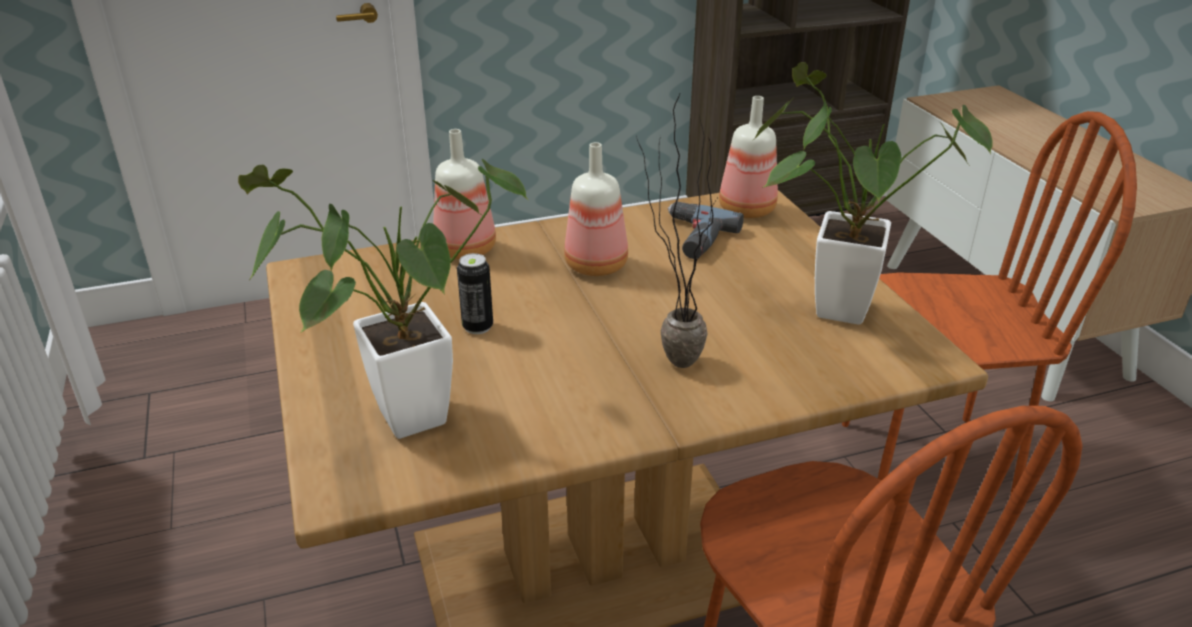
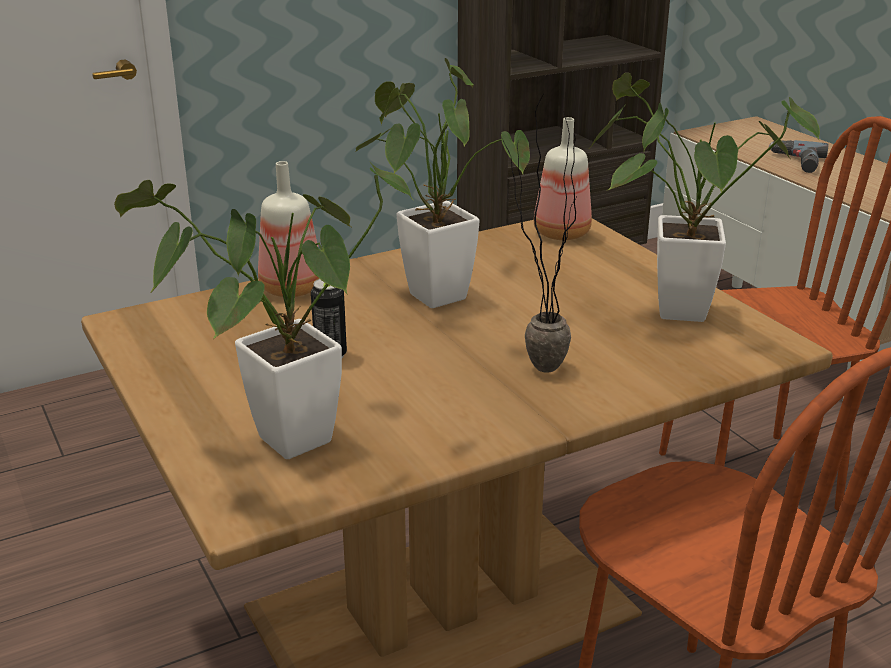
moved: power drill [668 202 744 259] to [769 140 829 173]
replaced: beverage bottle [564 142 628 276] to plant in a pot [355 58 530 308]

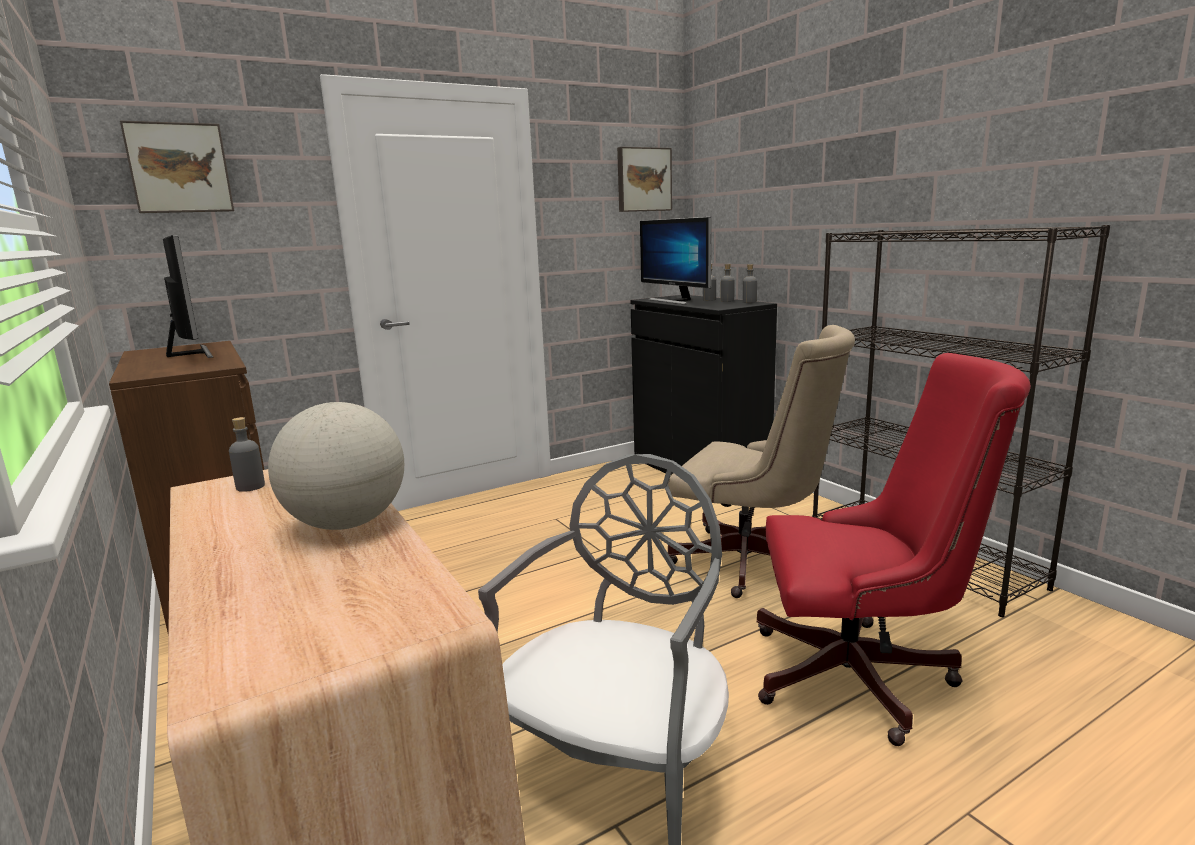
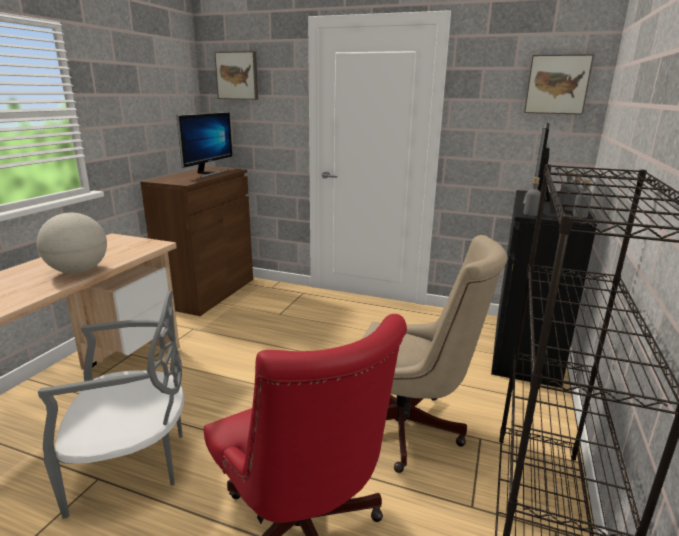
moved: beverage bottle (grey) [229 417 265 492] to [523 177 541 216]
turned: desk chair (sand-coloured) [668 325 855 598] = [362 235 508 473] 60 degrees counterclockwise

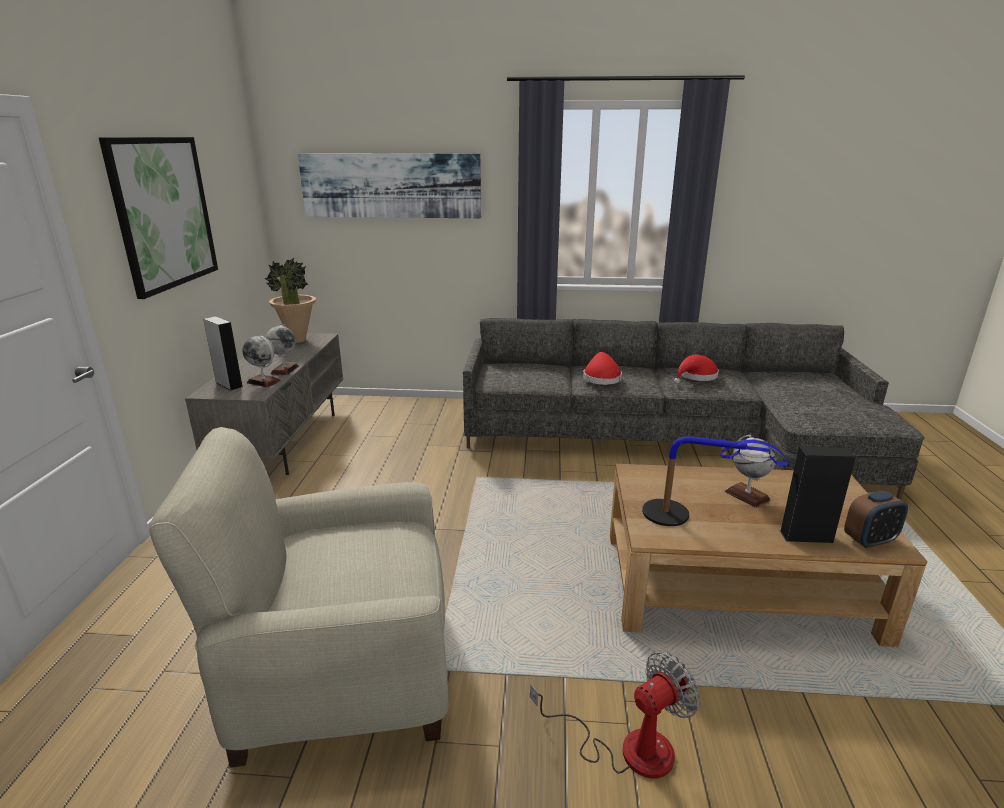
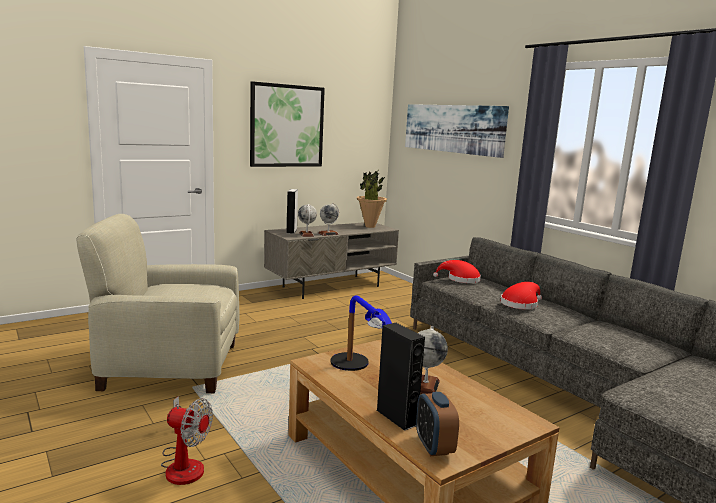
moved: hat (reddish) [674 355 719 384] to [433 260 481 283]
turned: lounge chair (sand-coloured) [149 427 448 768] = [76 214 239 393] 45 degrees counterclockwise; alarm clock [844 491 908 549] = [416 392 459 456] 45 degrees clockwise

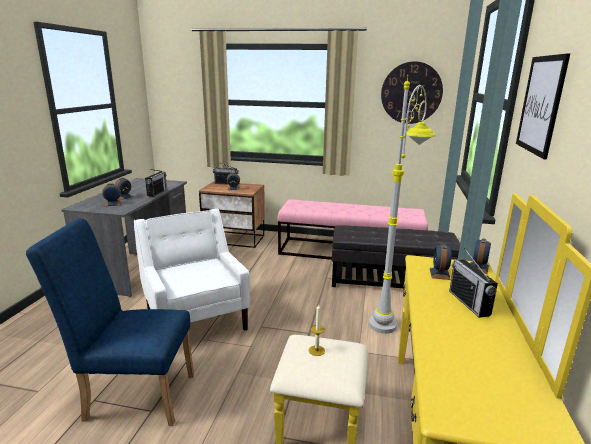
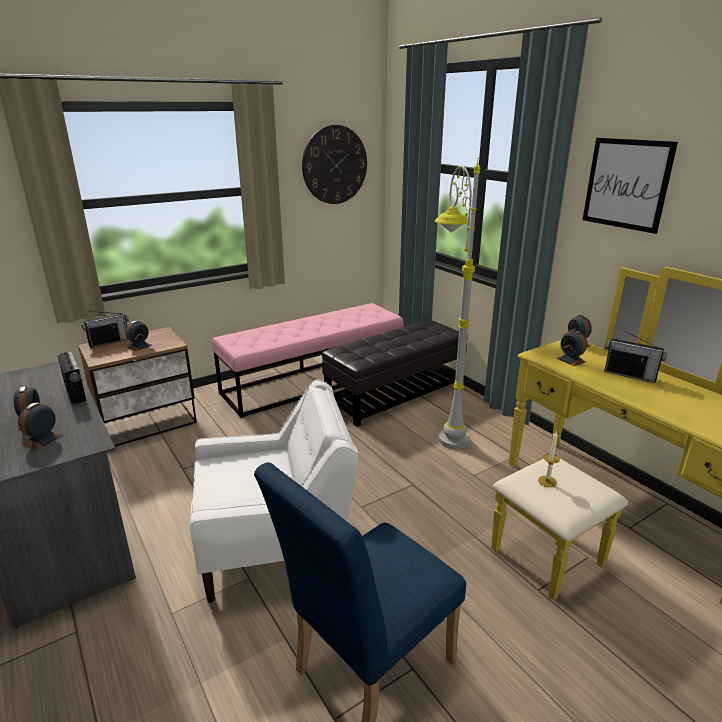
turned: lounge chair (whitish) [134 208 250 331] = [190 380 358 603] 150 degrees clockwise

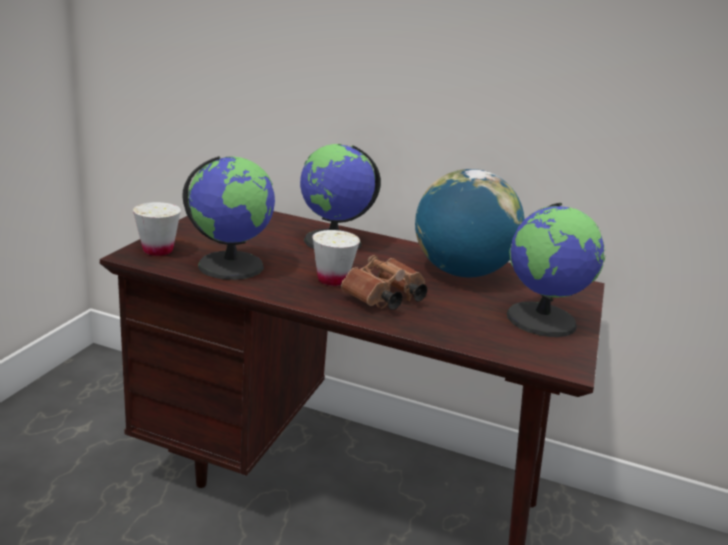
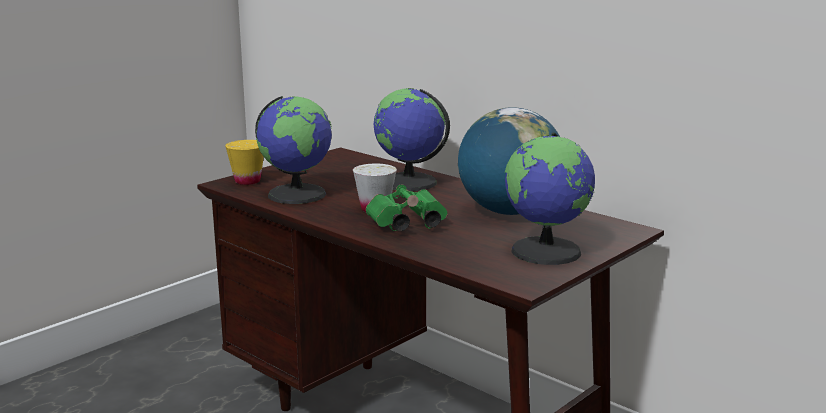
recoloured: small cup (whitish) [133 202 181 256] to small cup (yellowish) [225 140 264 185]; binoculars (brownish) [341 255 427 310] to binoculars (green) [366 184 448 231]

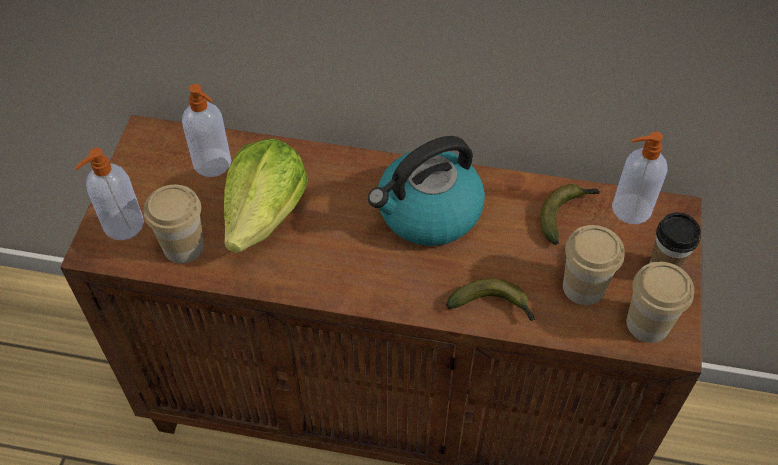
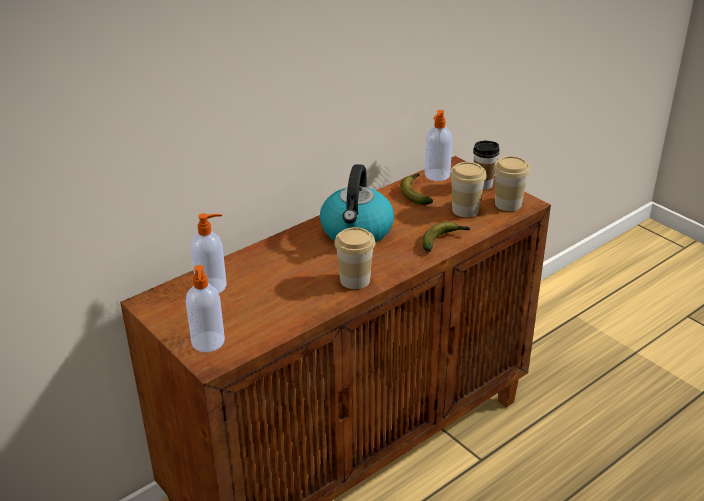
removed: head of lettuce [224 139 308 253]
moved: small cup [144 185 204 264] to [334 227 375 289]

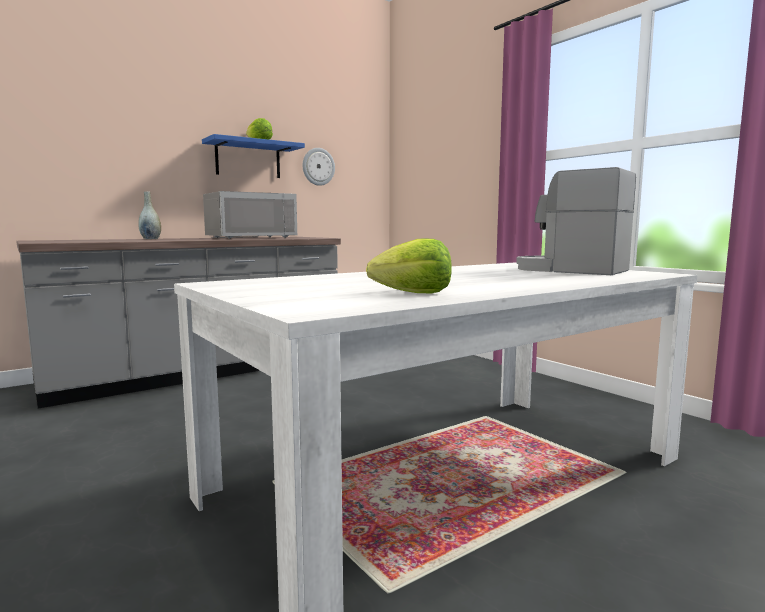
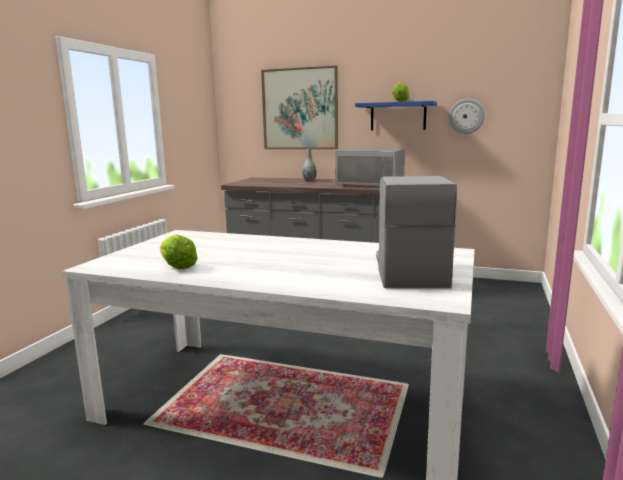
added: wall picture [261 66 338 149]

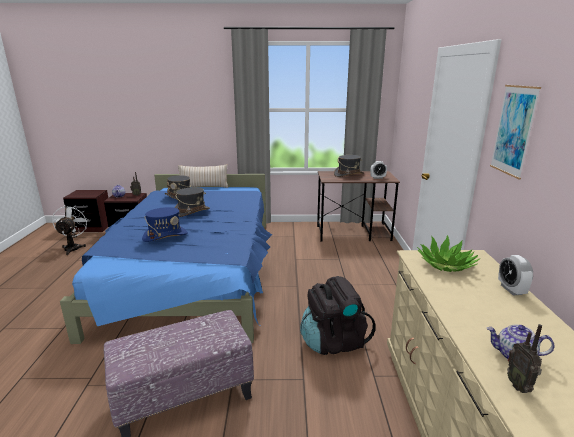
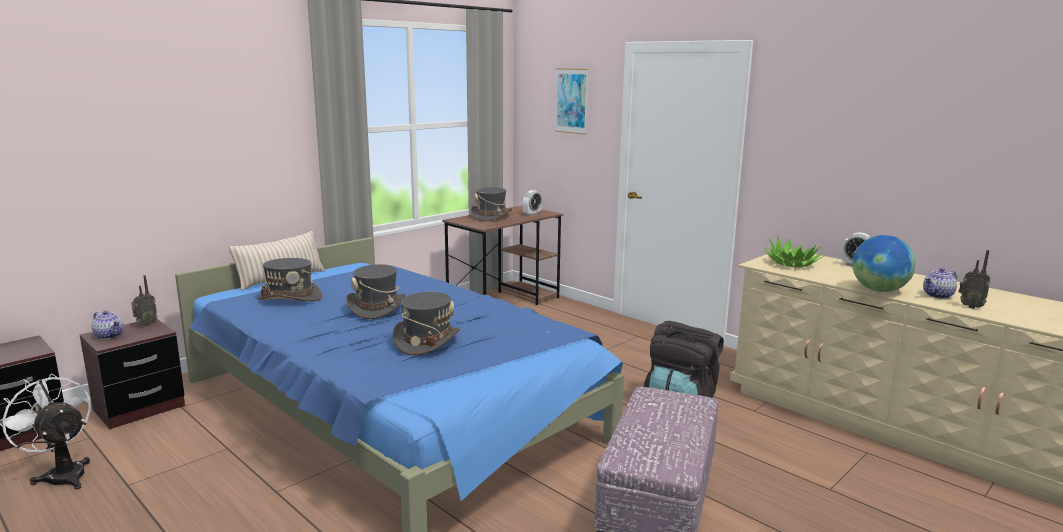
added: desk globe [852 235 916 292]
moved: wall picture [490 85 541 179] to [555 68 589 135]
recoloured: hat (bluish) [142 207 188 242] to hat (grey) [393 292 461 355]

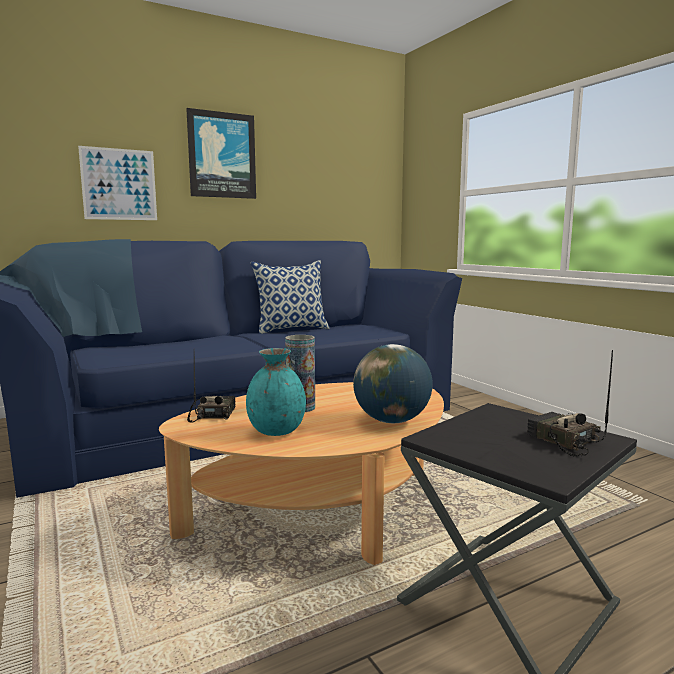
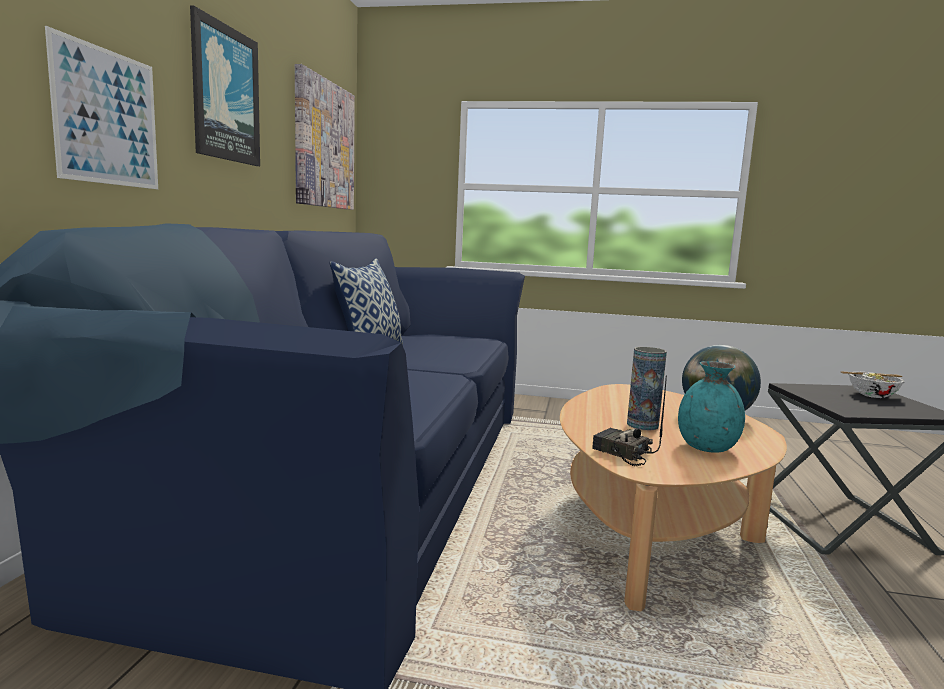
added: wall picture [295 64 355 210]
replaced: radio [527 350 613 457] to serving bowl [841 371 905 398]

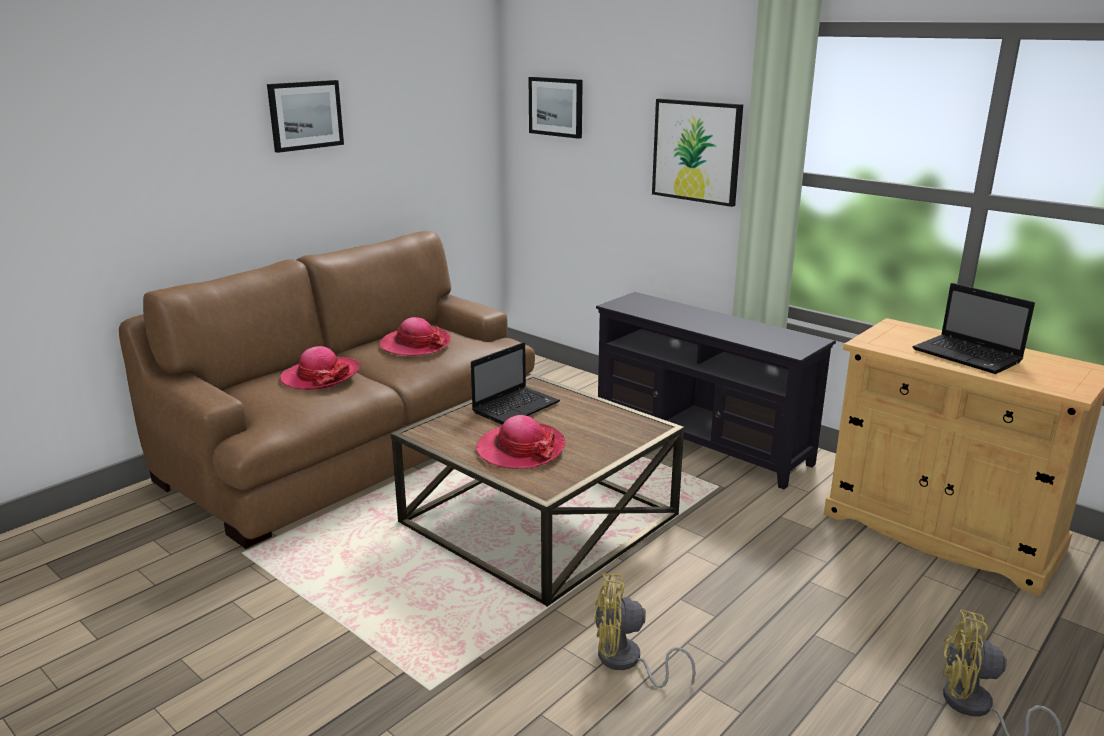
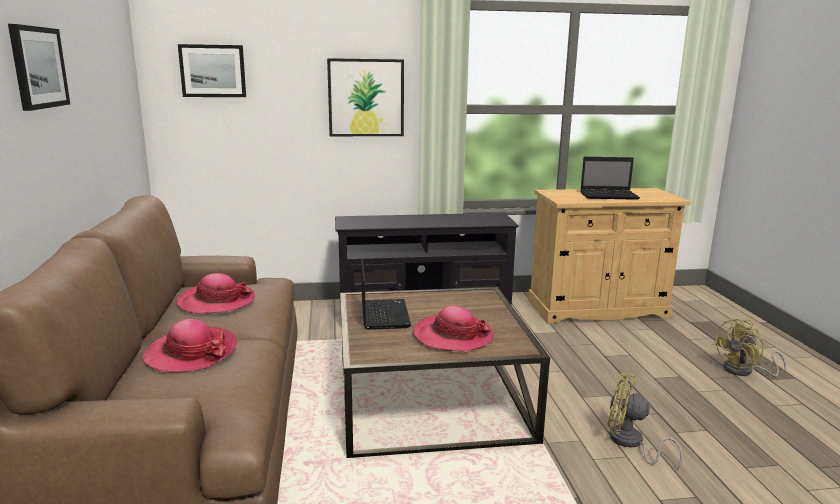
turned: cooling fan (yellowish) [594 573 696 688] = [608 373 683 469] 75 degrees clockwise

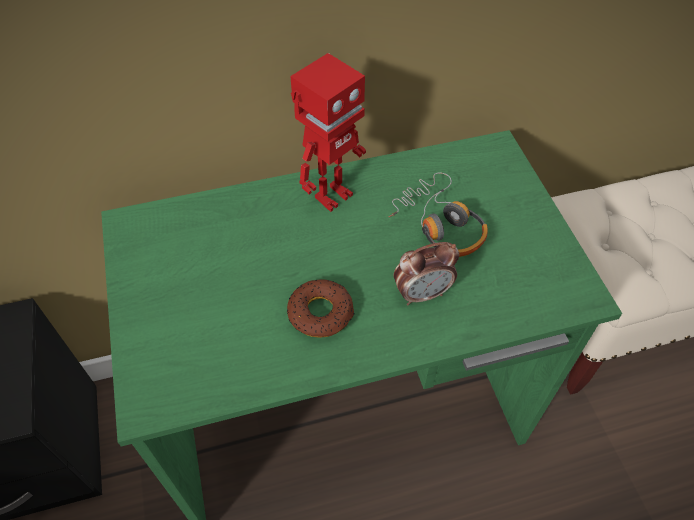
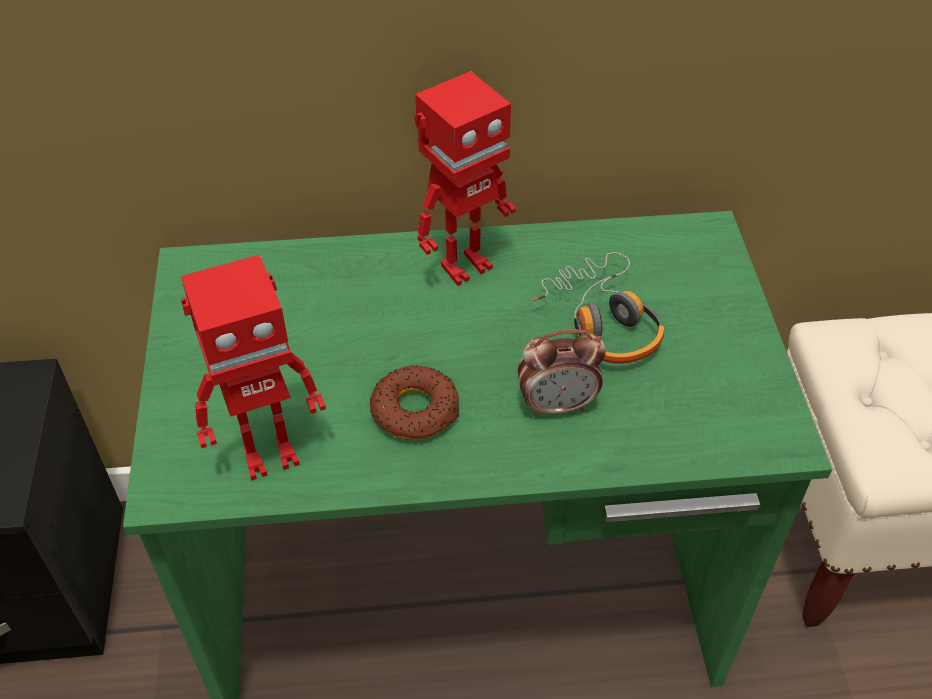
added: toy robot [181 255 326 481]

